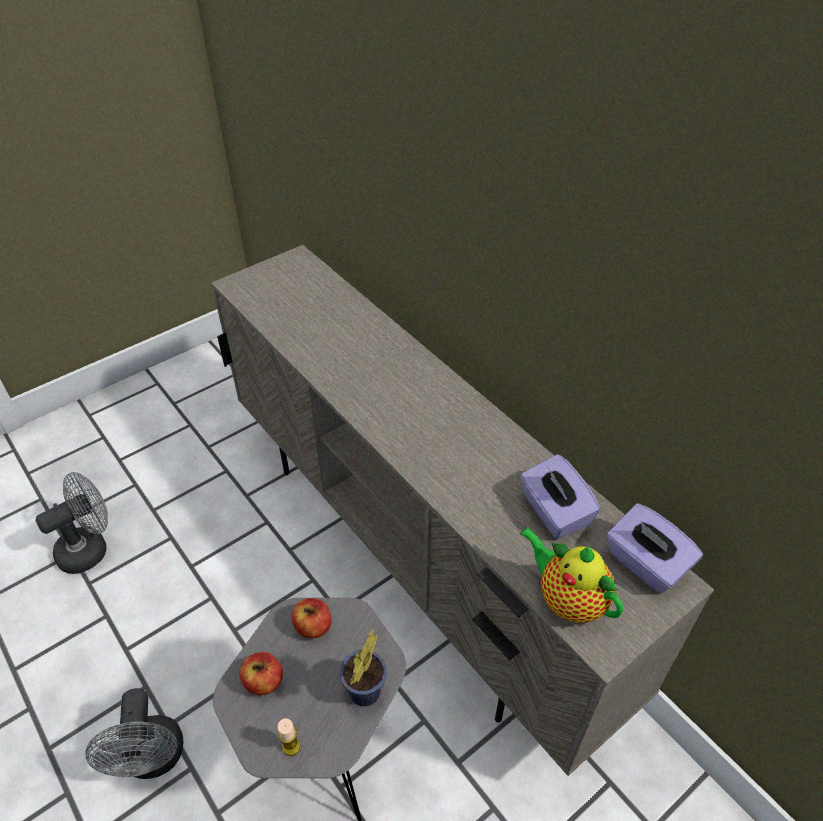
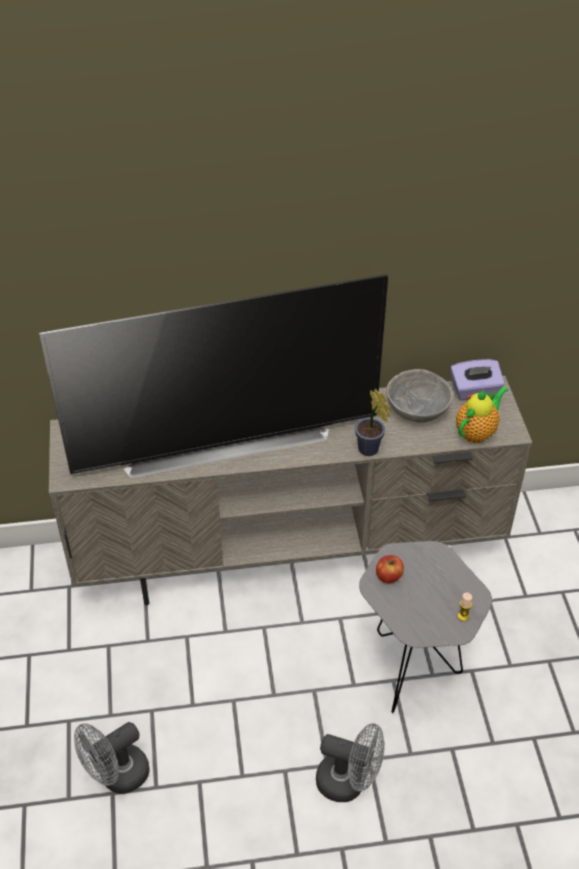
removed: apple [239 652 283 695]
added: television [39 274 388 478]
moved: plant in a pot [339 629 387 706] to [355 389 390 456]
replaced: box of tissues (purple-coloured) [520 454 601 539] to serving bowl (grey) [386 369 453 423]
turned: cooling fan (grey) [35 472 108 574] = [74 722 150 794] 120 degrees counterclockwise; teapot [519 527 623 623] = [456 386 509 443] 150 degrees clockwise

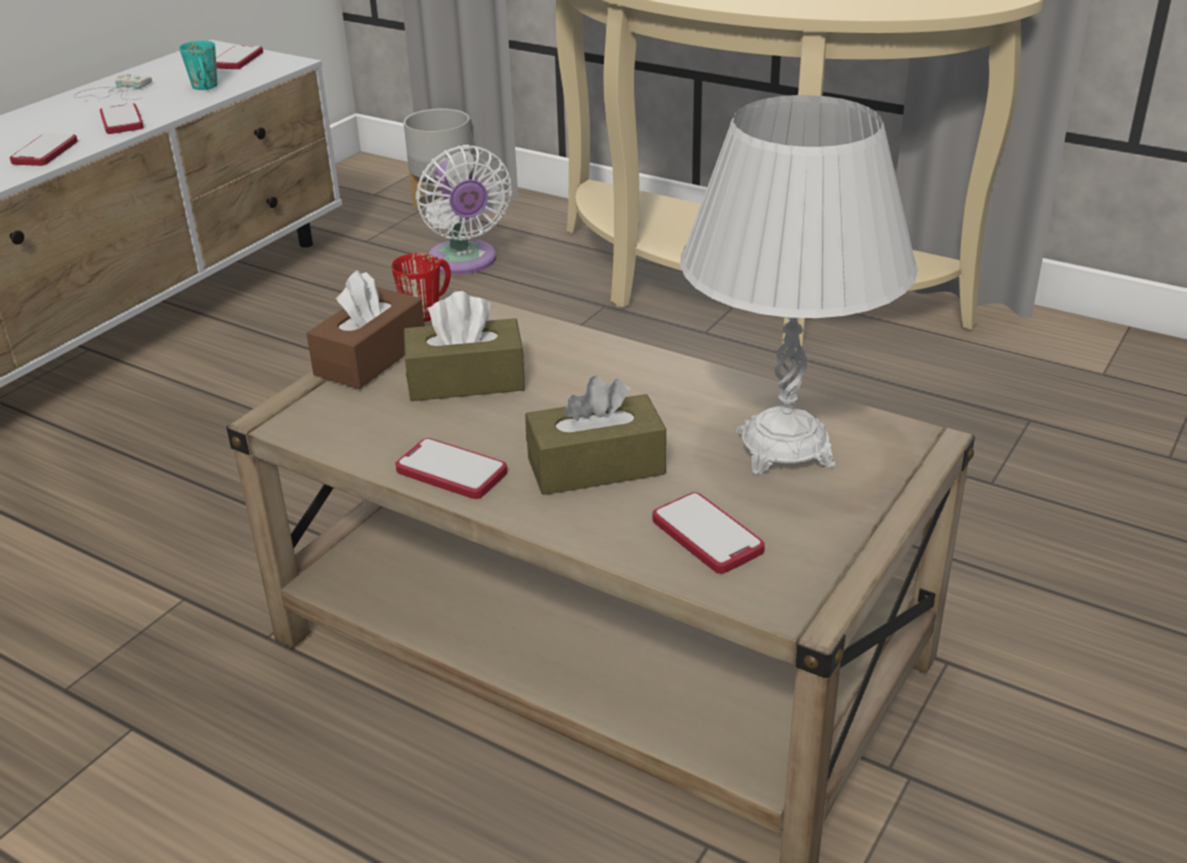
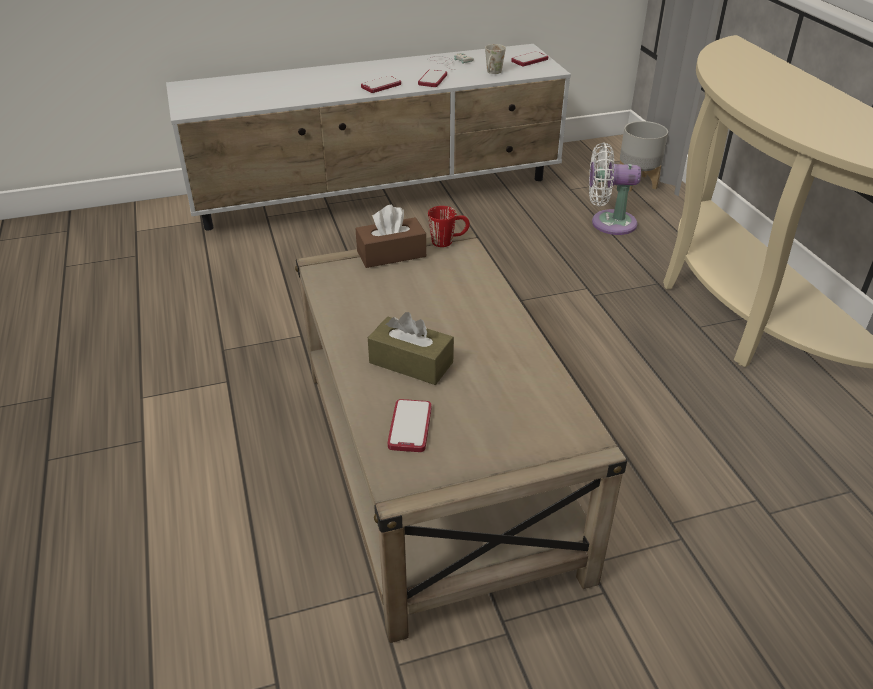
removed: handset [395 438 507 499]; box of tissues (brownish) [404 291 525 401]; lamp for a table (whitish) [680 95 918 475]
recoloured: coffee mug (blue-green) [179 40 217 90] to coffee mug (whitish) [485 44 506 74]
turned: cooling fan (whitish) [416 145 512 274] = [589 143 641 235] 75 degrees clockwise

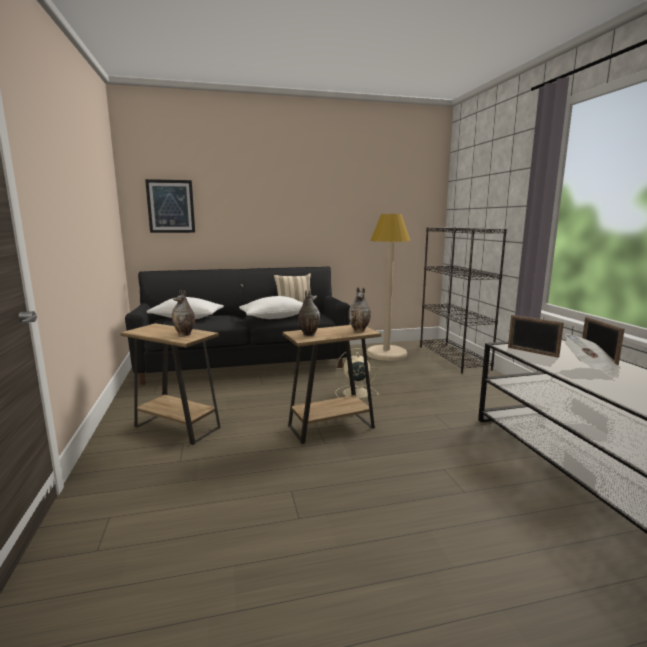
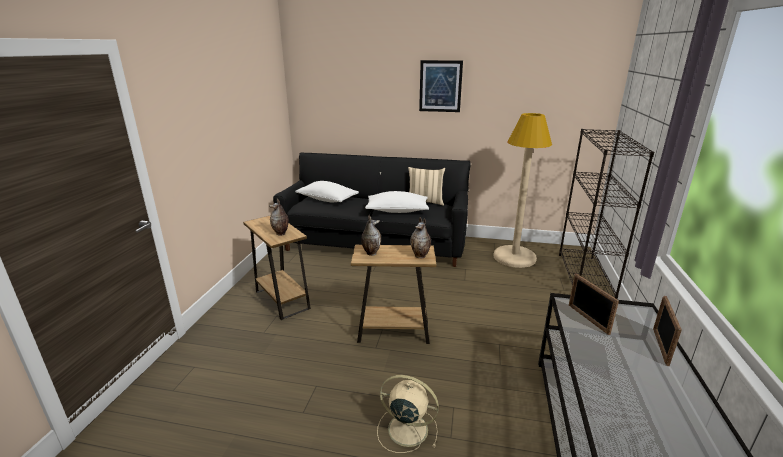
removed: daily paper [565 334 621 379]
moved: wall picture [145 179 195 233] to [419 60 463 112]; cooling fan (sand-coloured) [335 348 379 400] to [377 375 439 453]

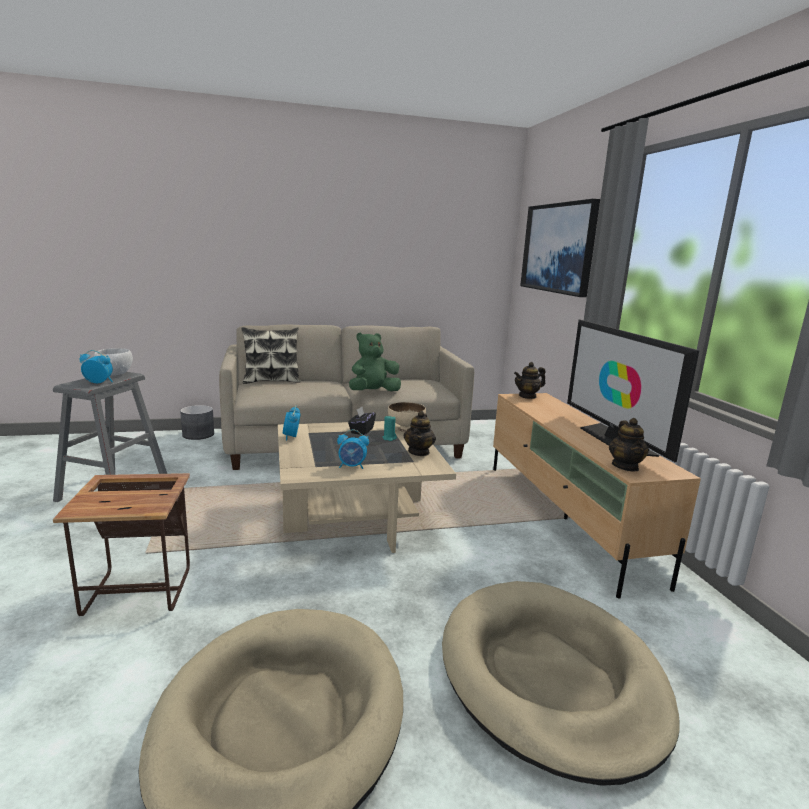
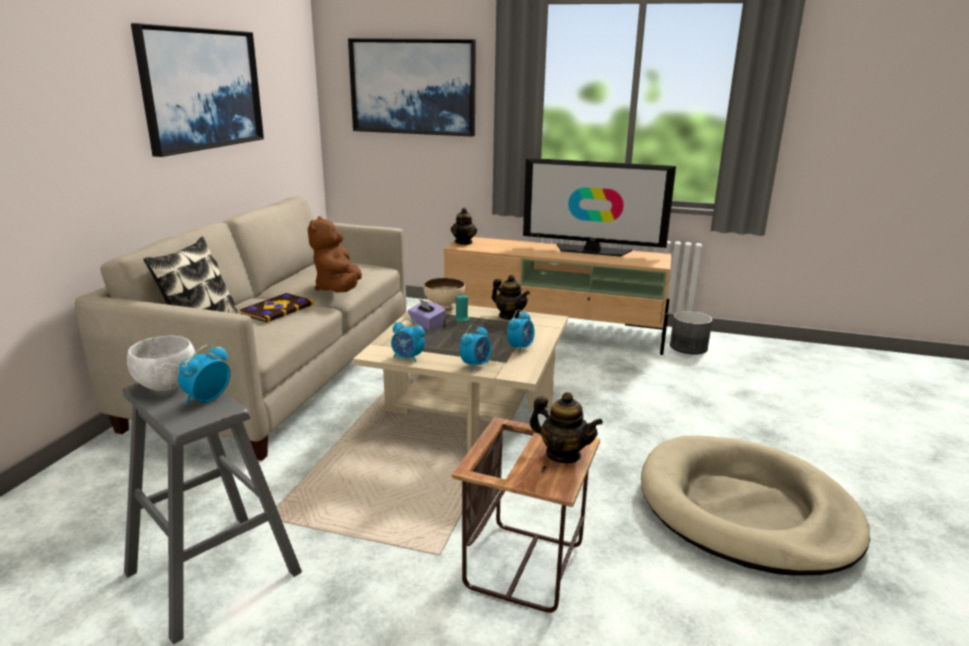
removed: dog bed (sand-coloured) [442 581 680 786]
added: wall picture [131 23 264 157]; book [240 293 314 323]; alarm clock [460 324 492 371]
moved: plant pot (grey) [180 405 214 440] to [670 311 712 355]; teapot [609 418 649 472] to [529 392 603 463]
recoloured: box of tissues (black) [348 407 376 435] to box of tissues (purple-coloured) [408 299 446 330]; plush toy (green) [349 333 401 391] to plush toy (brownish) [308 216 362 292]

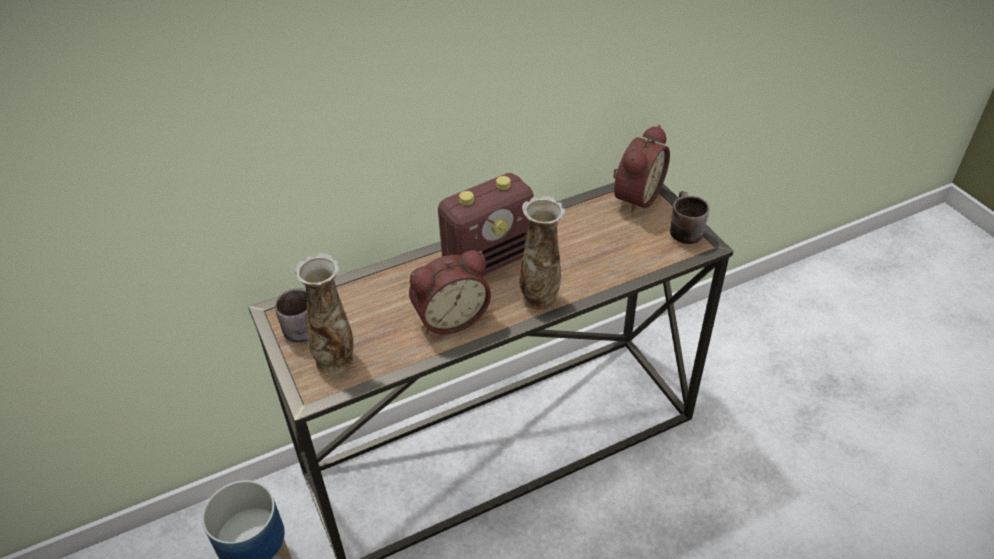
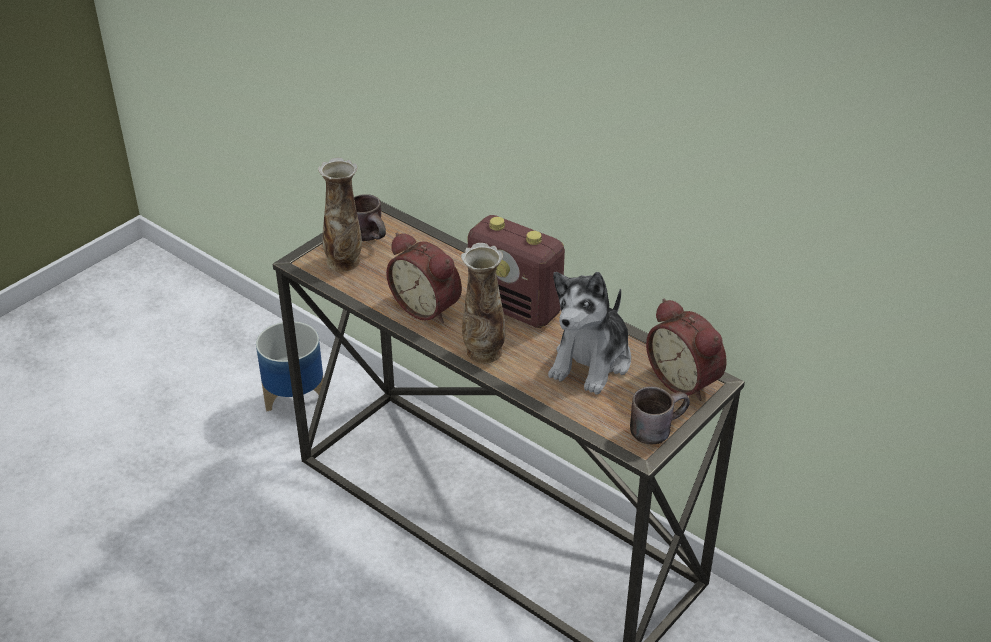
added: plush toy [548 272 631 395]
turned: alarm clock [613 125 670 214] = [646 299 727 401] 45 degrees clockwise

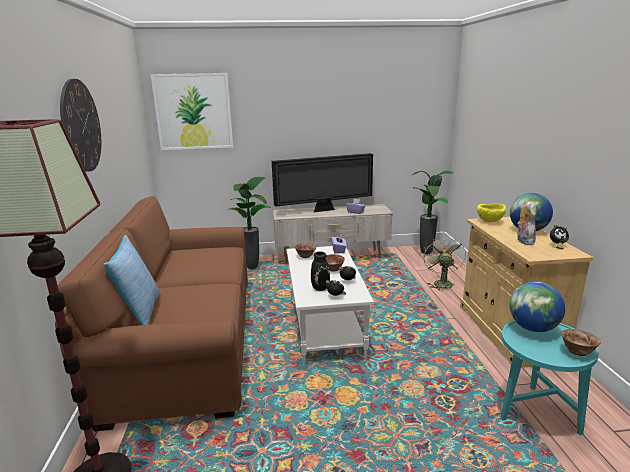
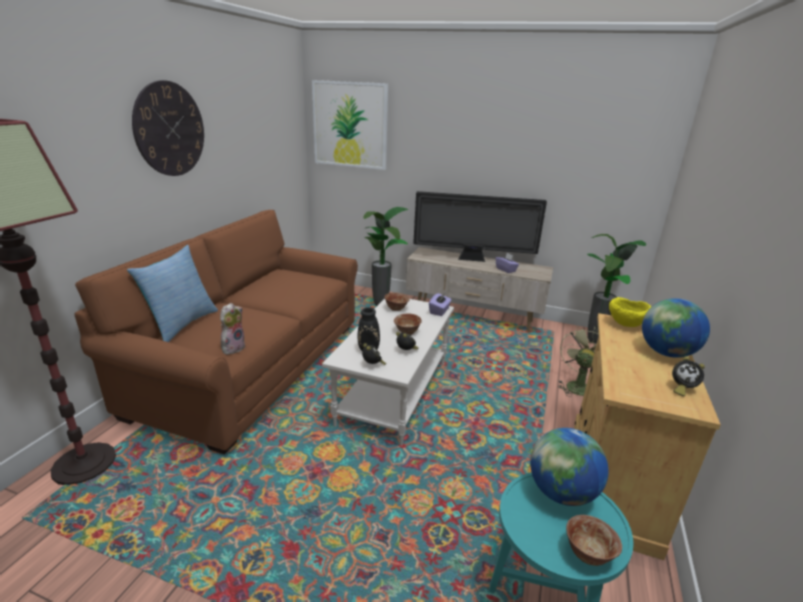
moved: plush toy [517 201 536 245] to [220 303 245 355]

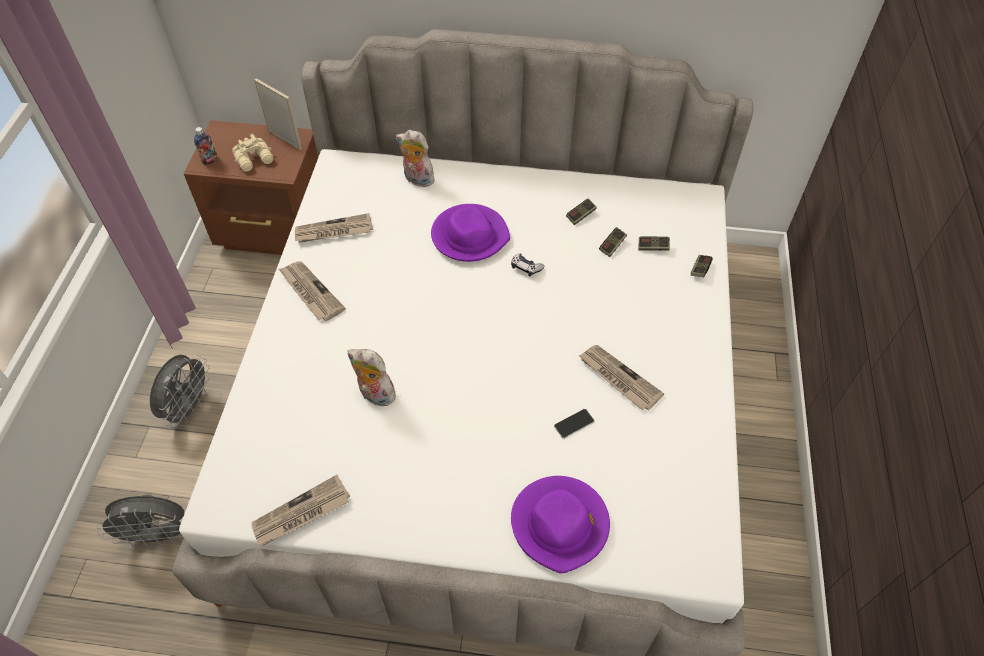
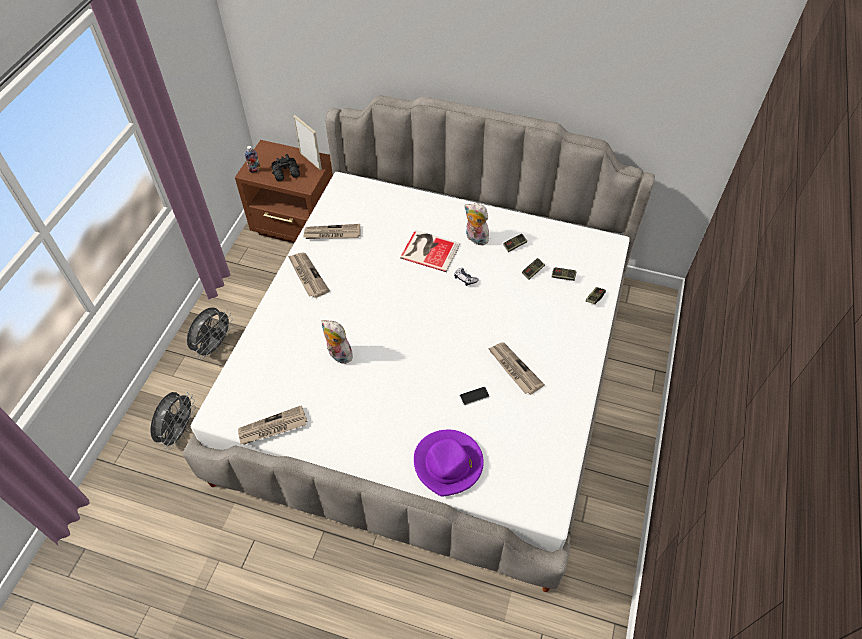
moved: plush toy [396 130 435 187] to [465 203 489 246]
replaced: hat (purple-coloured) [431 204 510 262] to book [400 230 460 272]
recoloured: binoculars (sand-coloured) [232 134 274 171] to binoculars (black) [271 154 300 181]
turned: cooling fan (grey) [96 495 184 548] = [150 392 196 450] 75 degrees counterclockwise

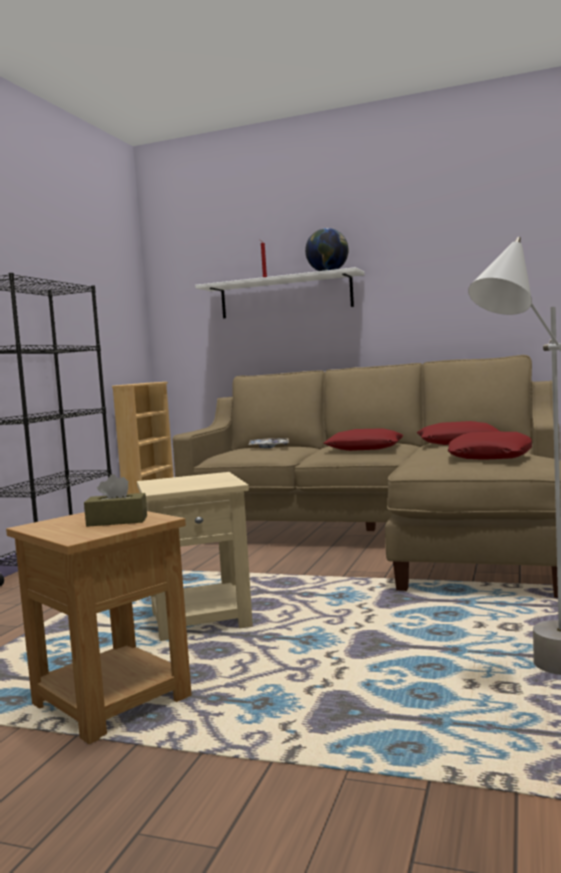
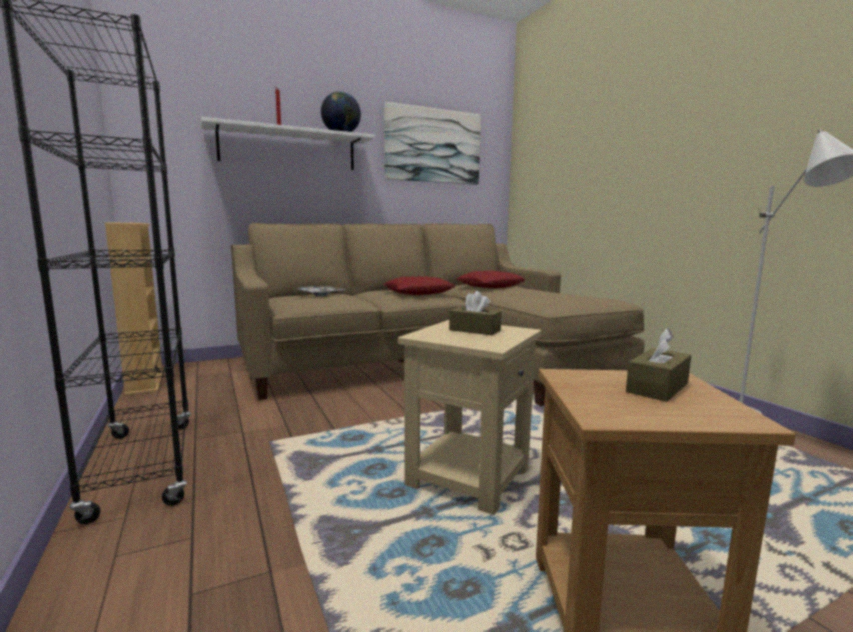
removed: pillow (reddish) [448 432 532 460]
added: wall picture [384 102 481 185]; box of tissues (brownish) [449 291 502 335]

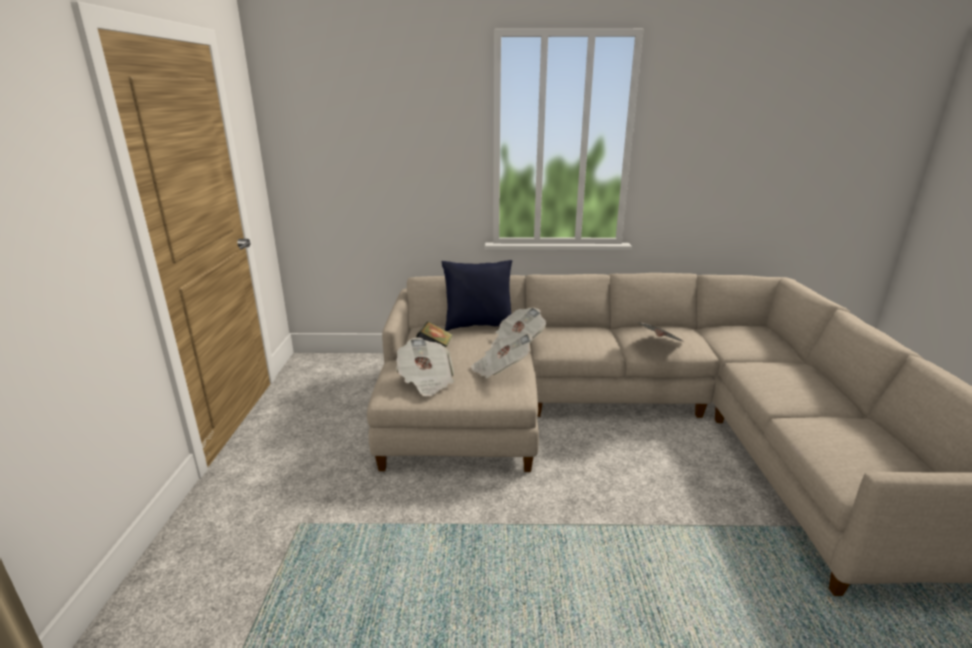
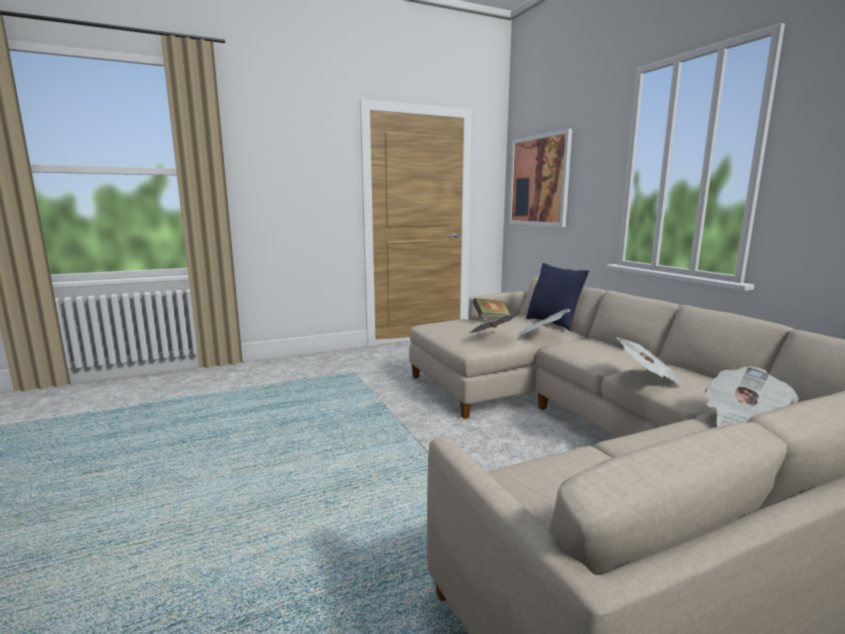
added: wall picture [509 129 572 227]
moved: daily paper [396 337 455 397] to [705 367 799 427]

